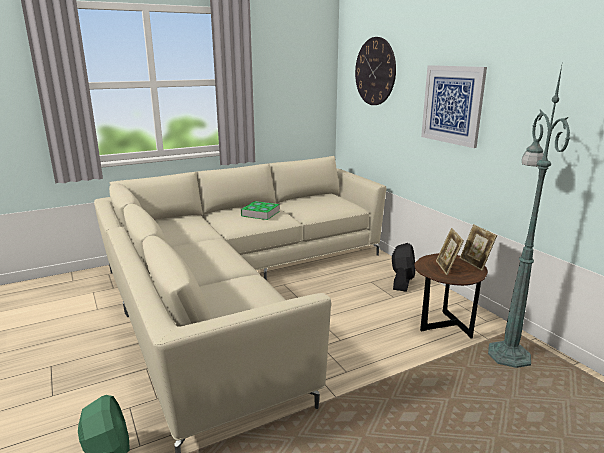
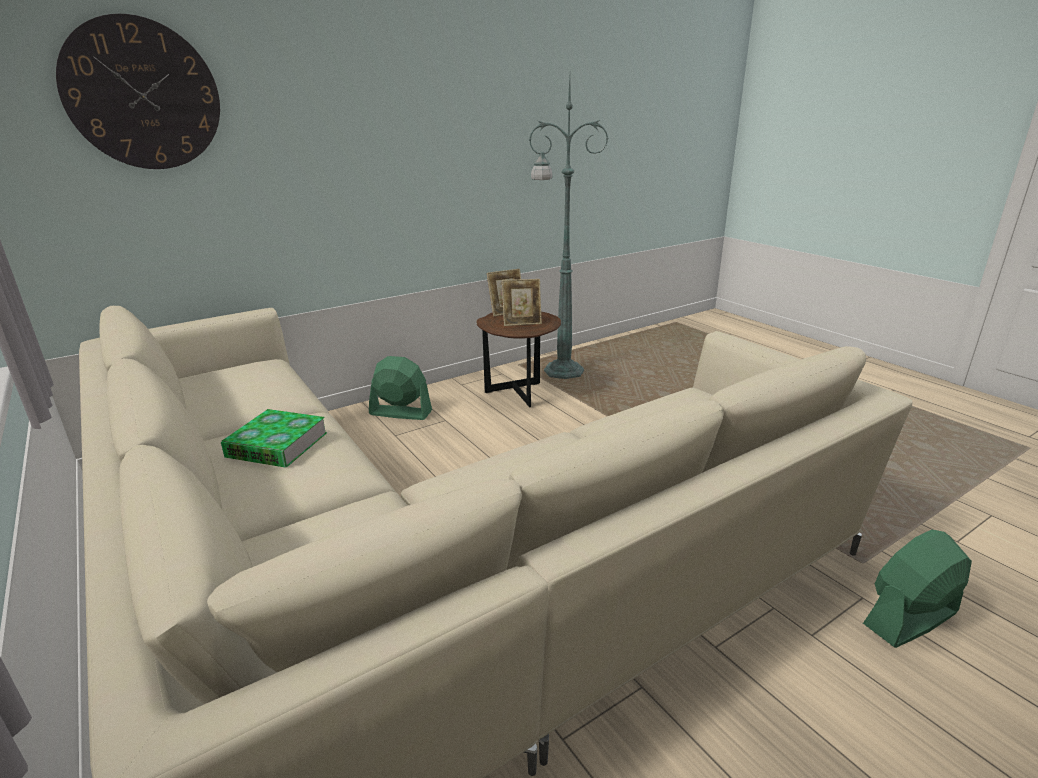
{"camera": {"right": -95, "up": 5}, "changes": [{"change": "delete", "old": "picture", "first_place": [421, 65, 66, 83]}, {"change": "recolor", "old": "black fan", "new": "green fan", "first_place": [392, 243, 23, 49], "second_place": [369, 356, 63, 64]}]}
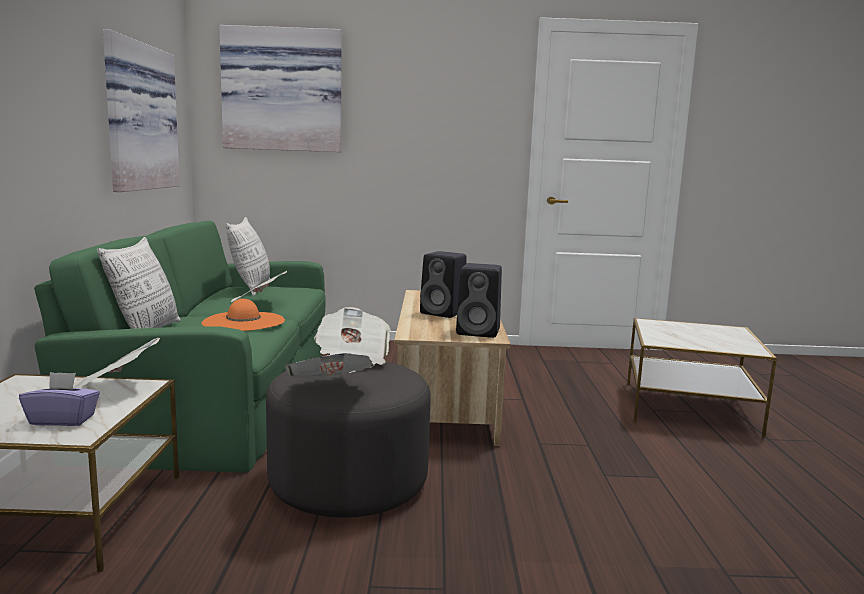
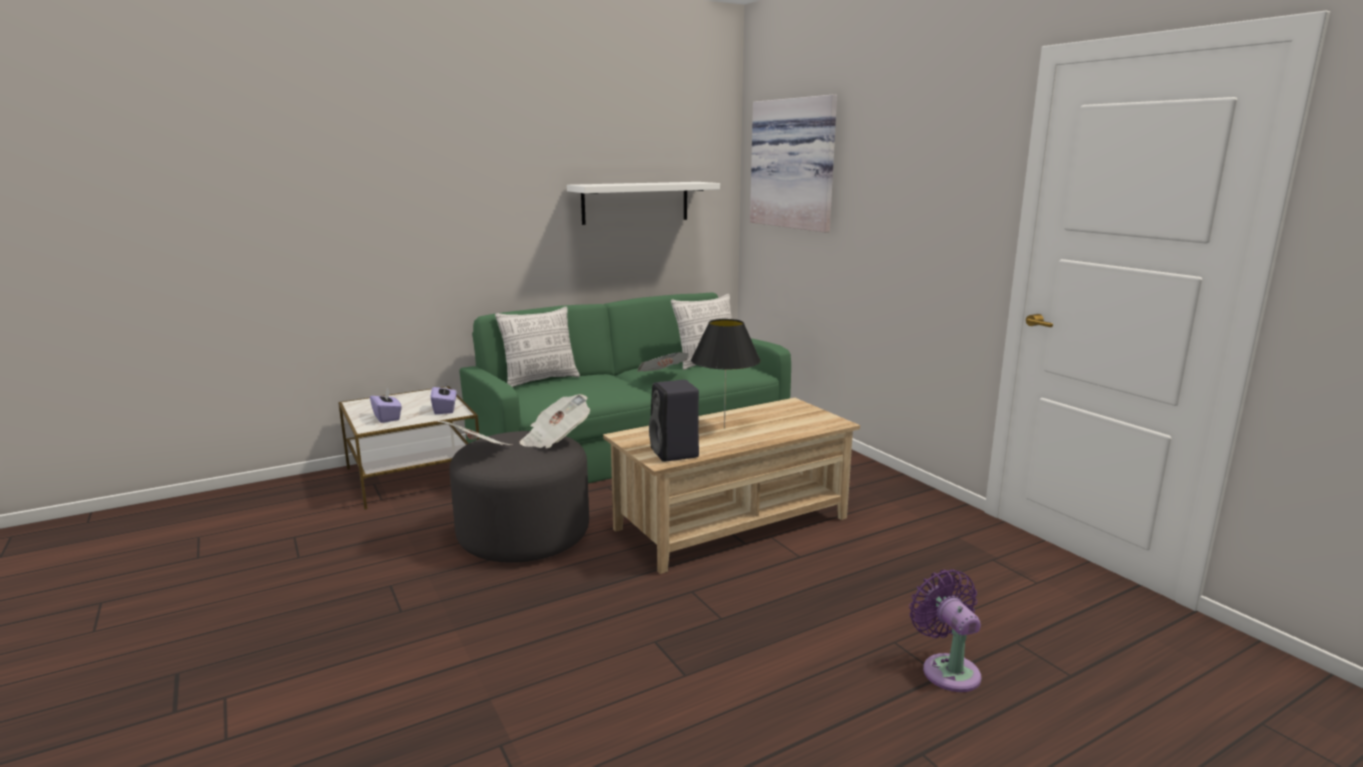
{"camera": {"right": 60, "up": 5}, "changes": [{"change": "replace", "old": "picture", "new": "white shelf", "first_place": [103, 29, 77, 163], "second_place": [567, 182, 153, 43]}, {"change": "replace", "old": "black speaker", "new": "black table lamp", "first_place": [420, 251, 47, 67], "second_place": [691, 319, 69, 110]}, {"change": "delete", "old": "orange hat", "first_place": [201, 299, 84, 32]}, {"change": "replace", "old": "side table", "new": "purple fan", "first_place": [627, 318, 150, 120], "second_place": [909, 569, 72, 123]}, {"change": "replace", "old": "newspaper", "new": "purple tissue box", "first_place": [73, 338, 87, 50], "second_place": [431, 381, 26, 33]}]}
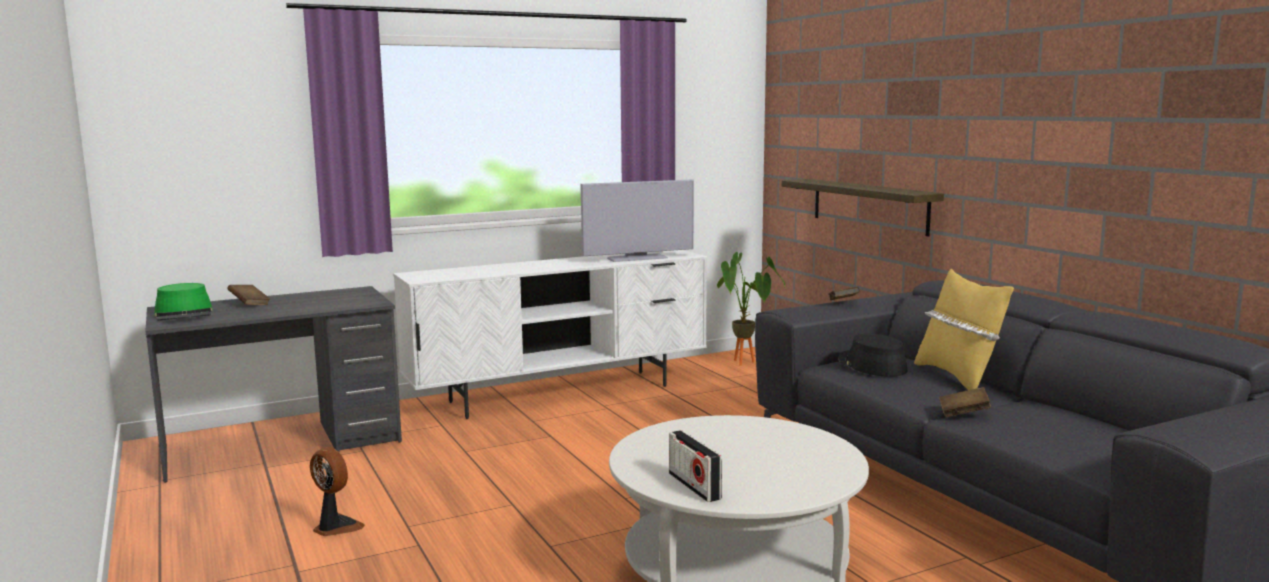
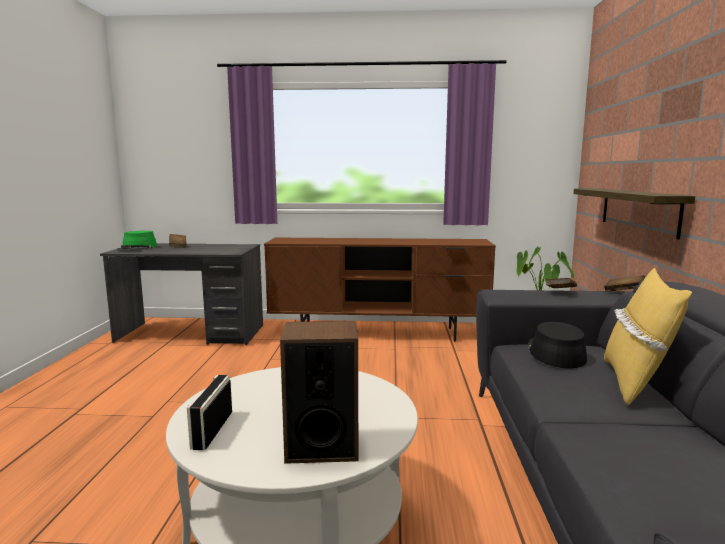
{"camera": {"right": 30, "up": 0}, "changes": [{"change": "delete", "old": "television", "first_place": [581, 179, 113, 83]}, {"change": "recolor", "old": "white tv stand", "new": "brown tv stand", "first_place": [393, 250, 314, 169], "second_place": [264, 238, 232, 103]}, {"change": "move", "old": "brown book", "first_place": [939, 387, 52, 30], "second_place": [604, 275, 41, 17]}, {"change": "delete", "old": "fan", "first_place": [310, 447, 55, 89]}, {"change": "insert", "new": "speaker", "second_place": [280, 321, 78, 143]}]}
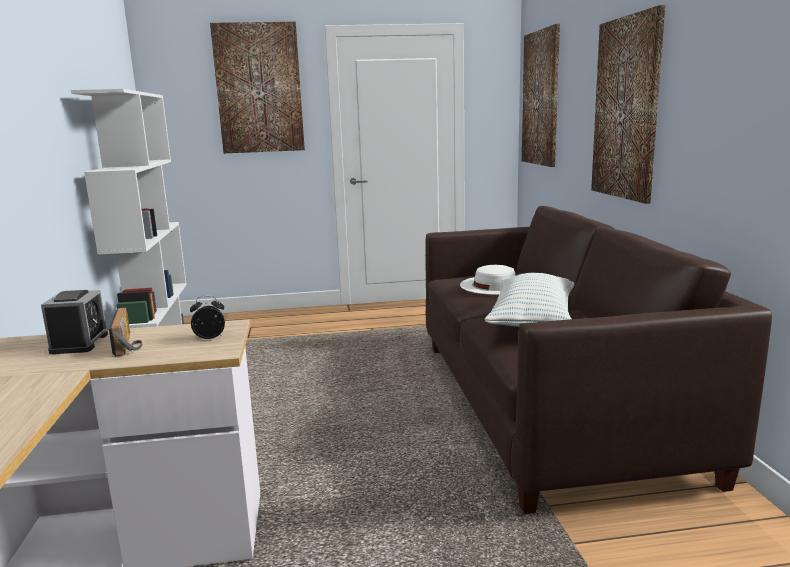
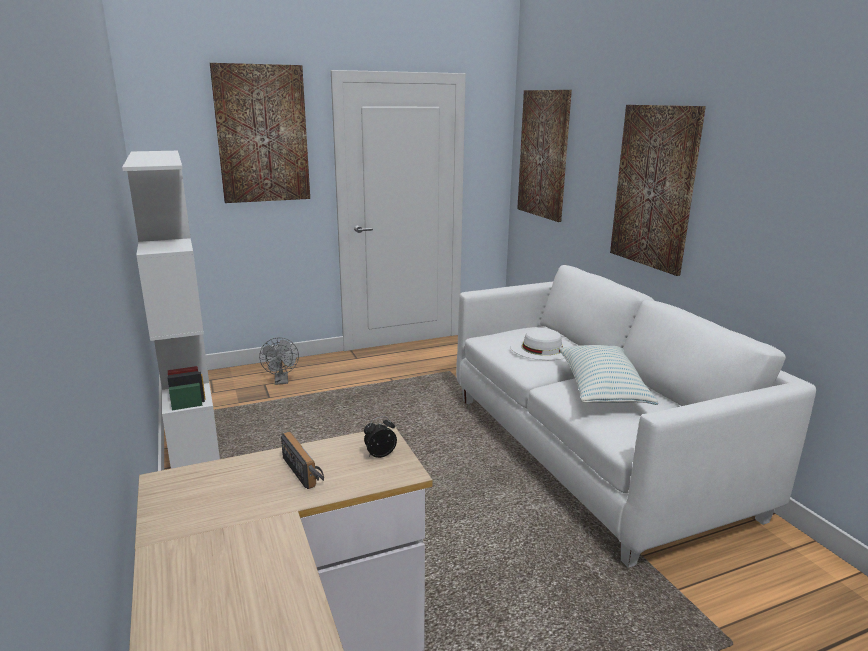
{"camera": {"right": -15, "up": 5}, "changes": [{"change": "recolor", "old": "brown sofa", "new": "white sofa", "first_place": [425, 206, 347, 308], "second_place": [456, 265, 360, 303]}, {"change": "delete", "old": "alarm clock", "first_place": [41, 290, 67, 64]}, {"change": "insert", "new": "grey fan", "second_place": [259, 337, 40, 48]}]}
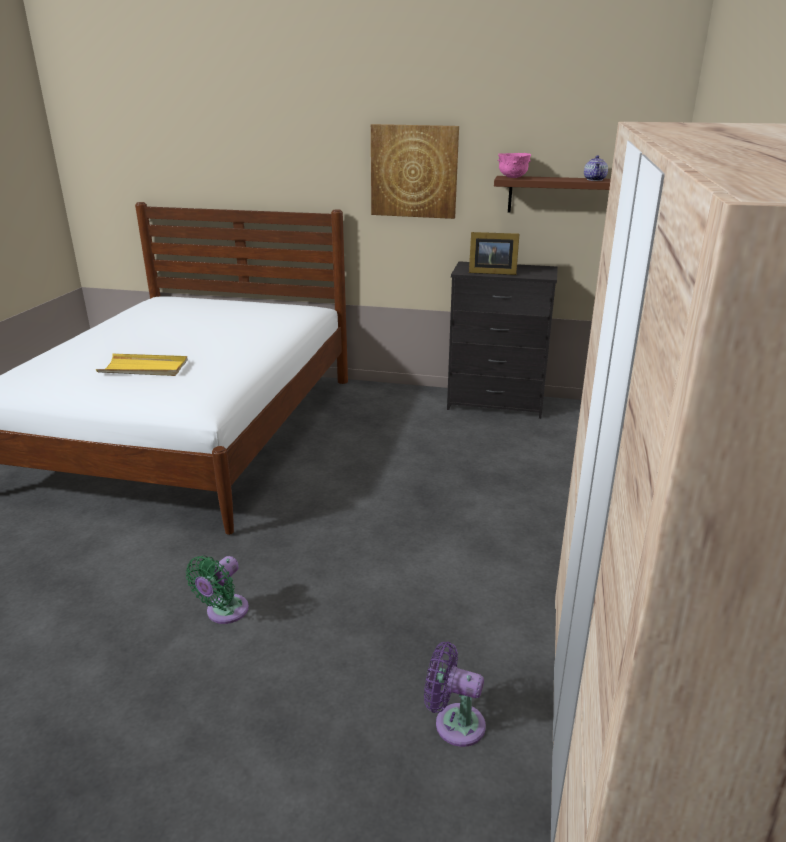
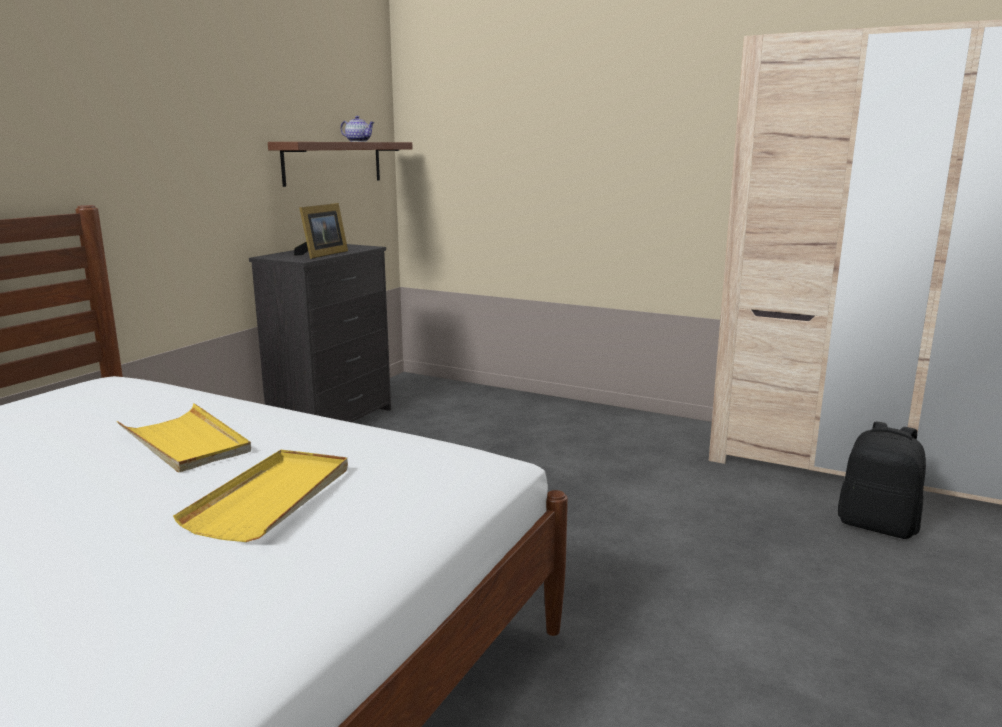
{"camera": {"right": -75, "up": -10}, "changes": [{"change": "delete", "old": "picture", "first_place": [371, 124, 88, 95]}, {"change": "delete", "old": "pink bowl", "first_place": [498, 153, 33, 25]}, {"change": "delete", "old": "green fan", "first_place": [186, 556, 63, 68]}, {"change": "replace", "old": "purple fan", "new": "black backpack", "first_place": [424, 642, 62, 105], "second_place": [838, 422, 88, 117]}, {"change": "insert", "new": "yellow tray", "second_place": [117, 403, 134, 70]}]}
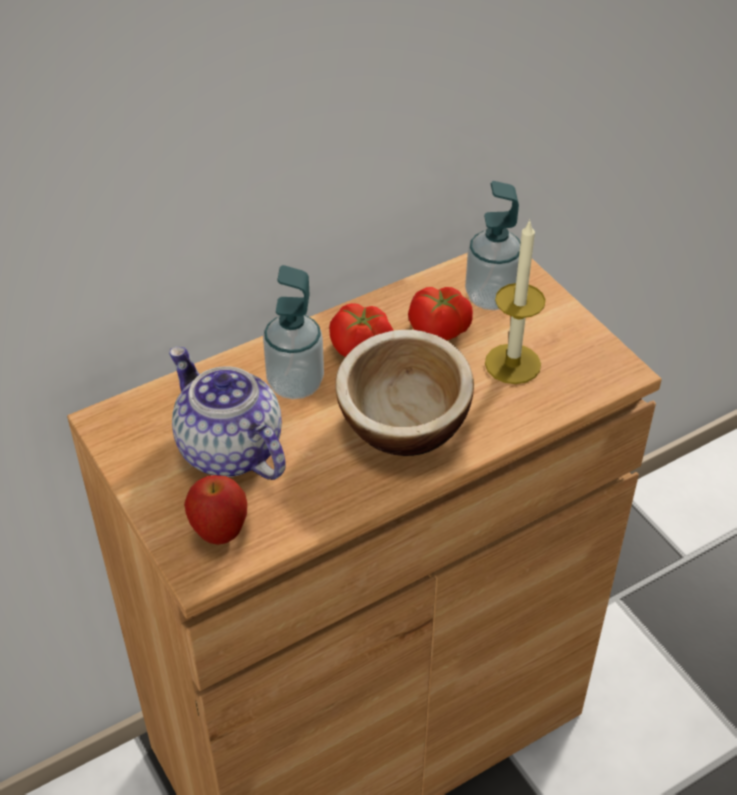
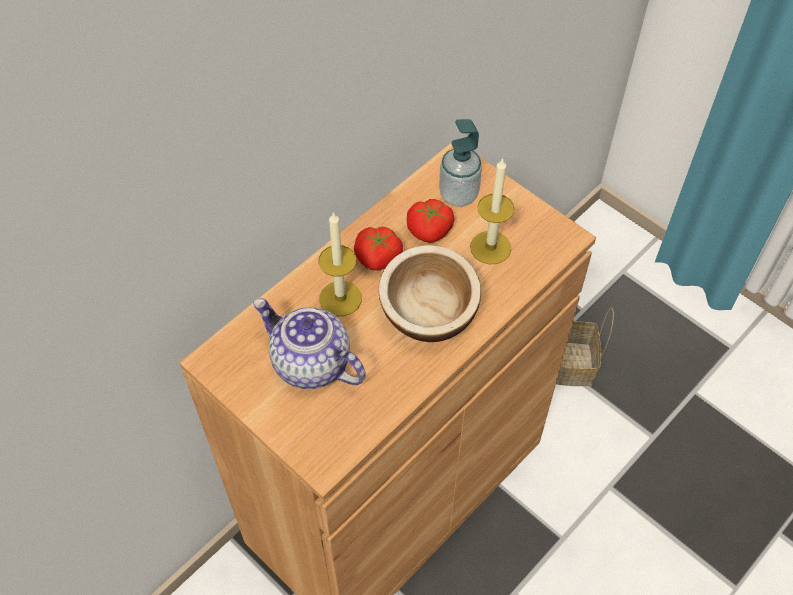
{"camera": {"right": -15, "up": 10}, "changes": [{"change": "replace", "old": "soap dispenser", "new": "candle", "first_place": [263, 265, 61, 134], "second_place": [318, 212, 44, 104]}, {"change": "delete", "old": "apple", "first_place": [184, 475, 63, 70]}, {"change": "insert", "new": "basket", "second_place": [556, 308, 58, 78]}]}
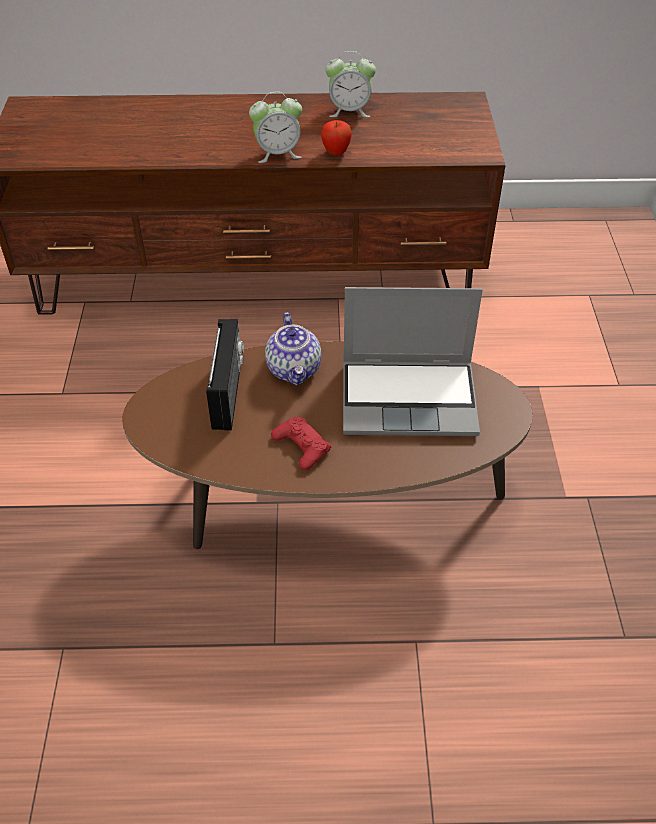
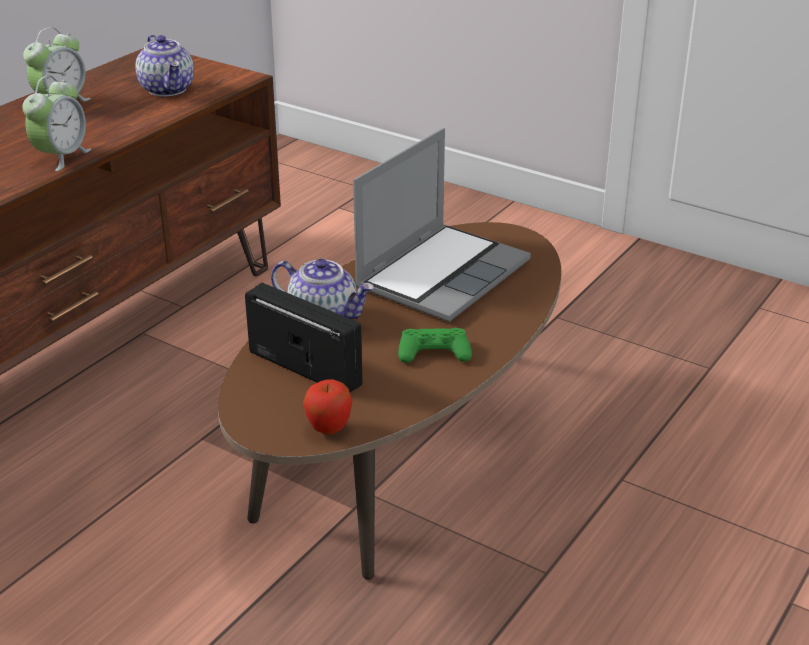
{"camera": {"right": -55, "up": -15}, "changes": [{"change": "move", "old": "apple", "first_place": [321, 120, 31, 36], "second_place": [303, 379, 49, 56]}, {"change": "recolor", "old": "red game controller", "new": "green game controller", "first_place": [271, 417, 60, 53], "second_place": [398, 328, 74, 35]}, {"change": "insert", "new": "teapot", "second_place": [136, 35, 58, 62]}]}
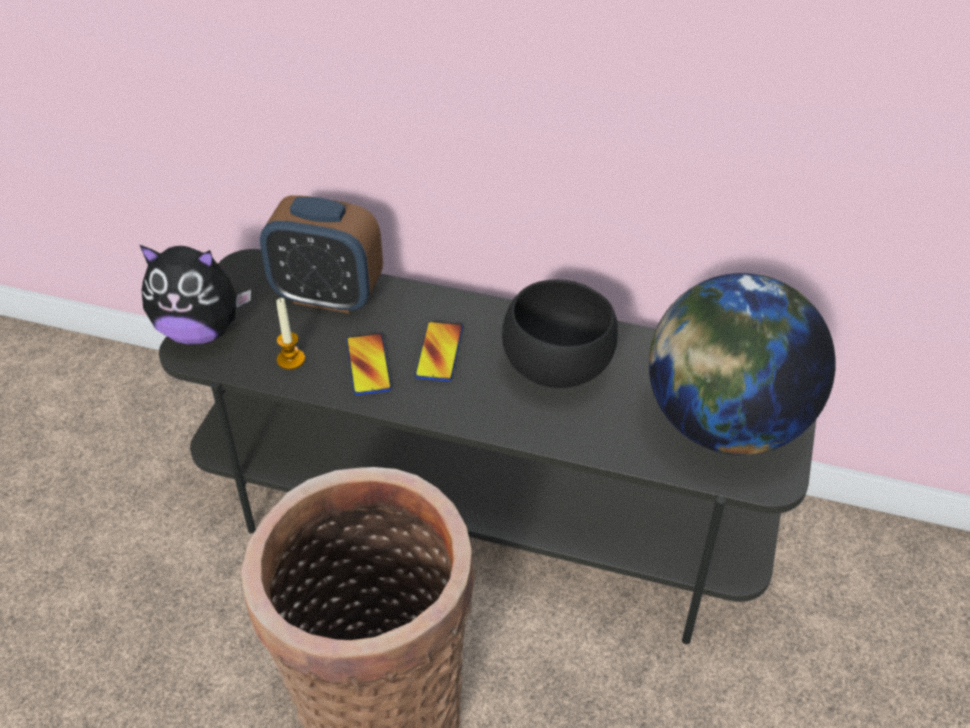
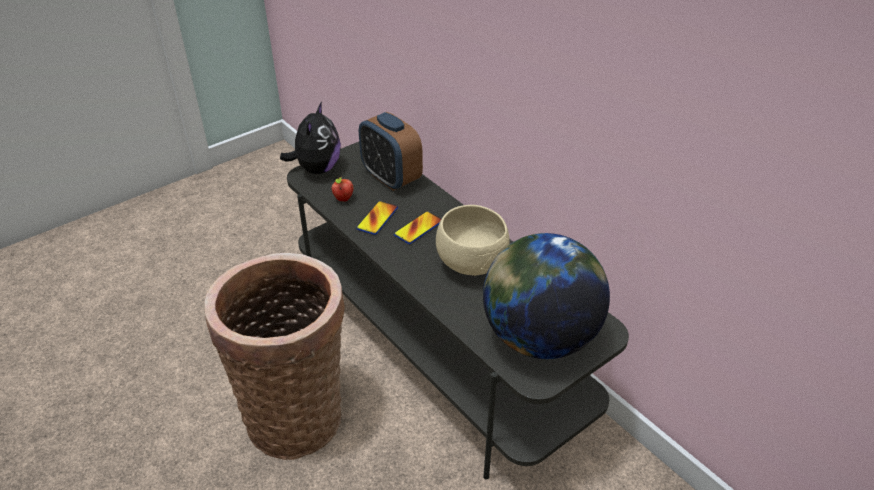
{"camera": {"right": 35, "up": -5}, "changes": [{"change": "rotate", "old": "plush toy", "first_place": [140, 245, 111, 99], "second_place": [280, 101, 61, 73], "degrees": -120}, {"change": "recolor", "old": "black bowl", "new": "beige bowl", "first_place": [502, 280, 116, 108], "second_place": [436, 205, 74, 71]}, {"change": "replace", "old": "candle", "new": "apple", "first_place": [276, 298, 29, 72], "second_place": [331, 177, 23, 25]}]}
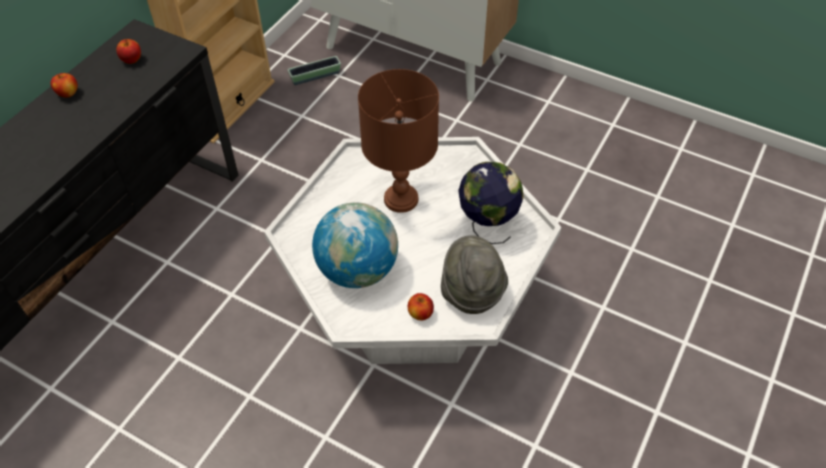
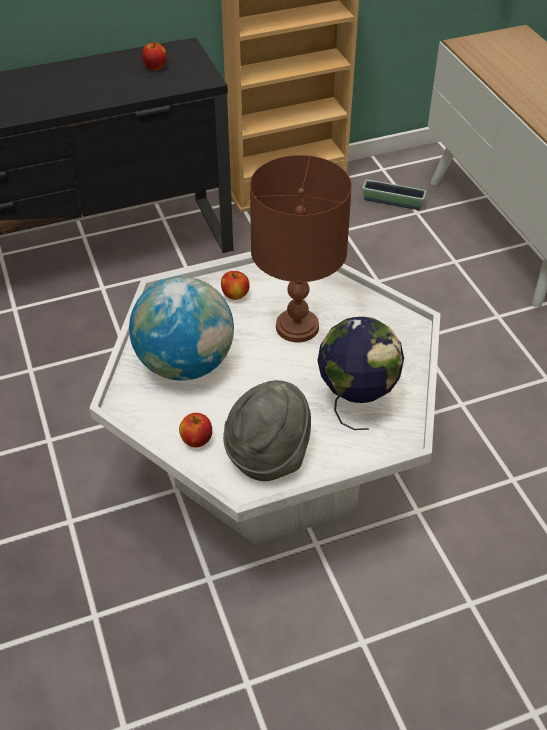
{"camera": {"right": 40, "up": -5}, "changes": [{"change": "move", "old": "apple", "first_place": [51, 73, 27, 25], "second_place": [221, 271, 29, 29]}]}
